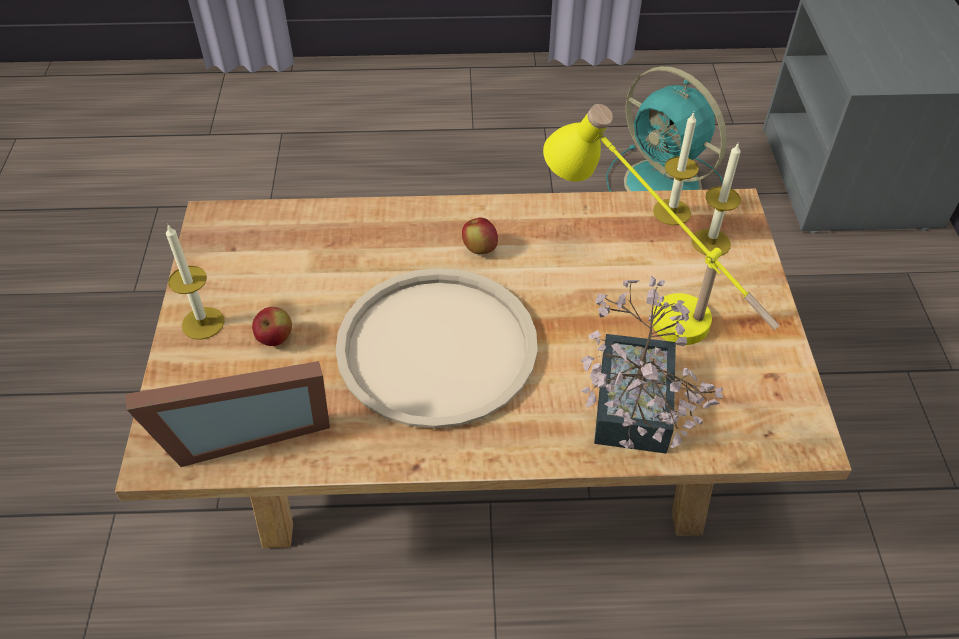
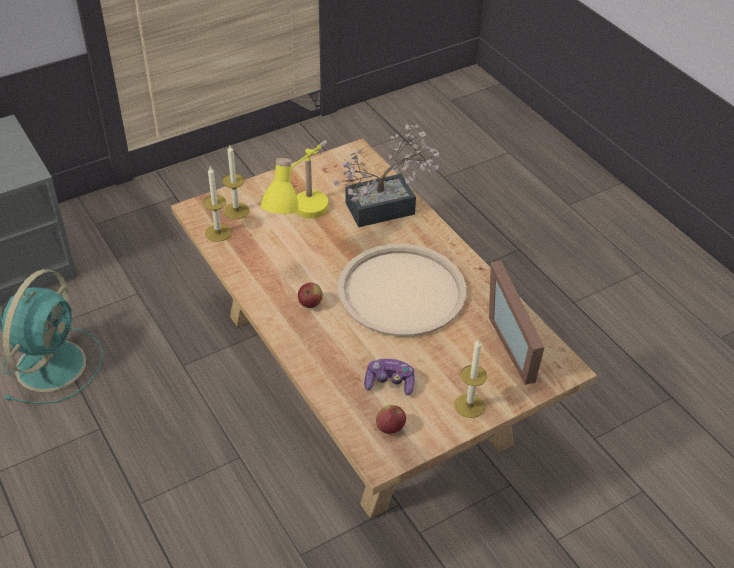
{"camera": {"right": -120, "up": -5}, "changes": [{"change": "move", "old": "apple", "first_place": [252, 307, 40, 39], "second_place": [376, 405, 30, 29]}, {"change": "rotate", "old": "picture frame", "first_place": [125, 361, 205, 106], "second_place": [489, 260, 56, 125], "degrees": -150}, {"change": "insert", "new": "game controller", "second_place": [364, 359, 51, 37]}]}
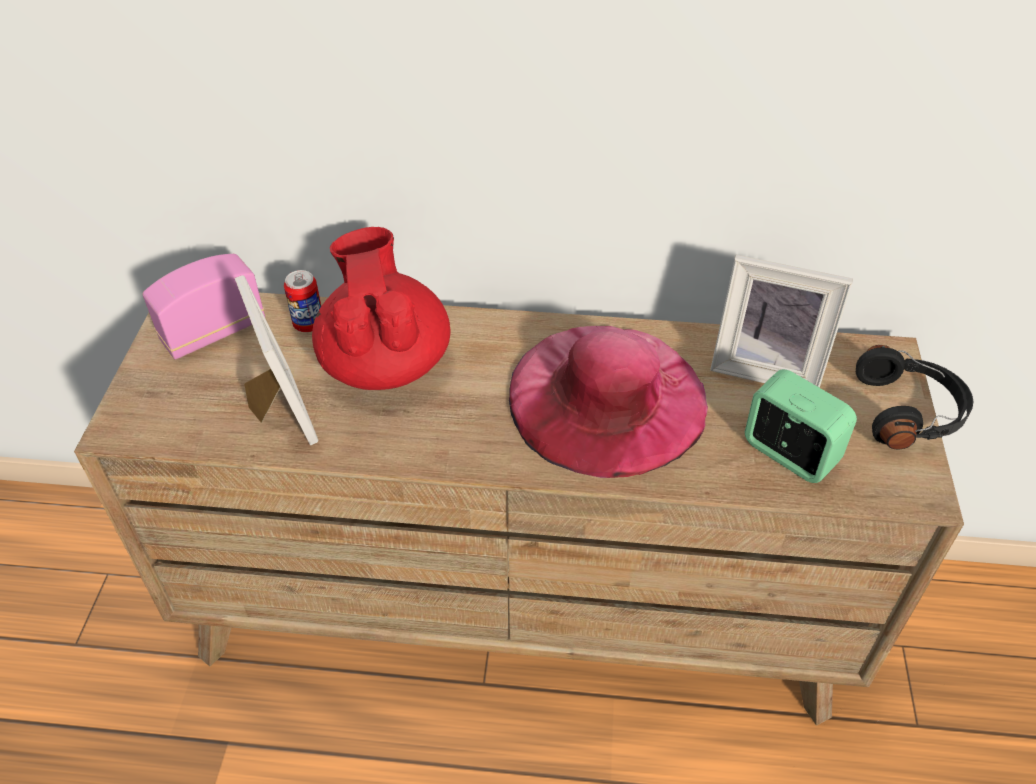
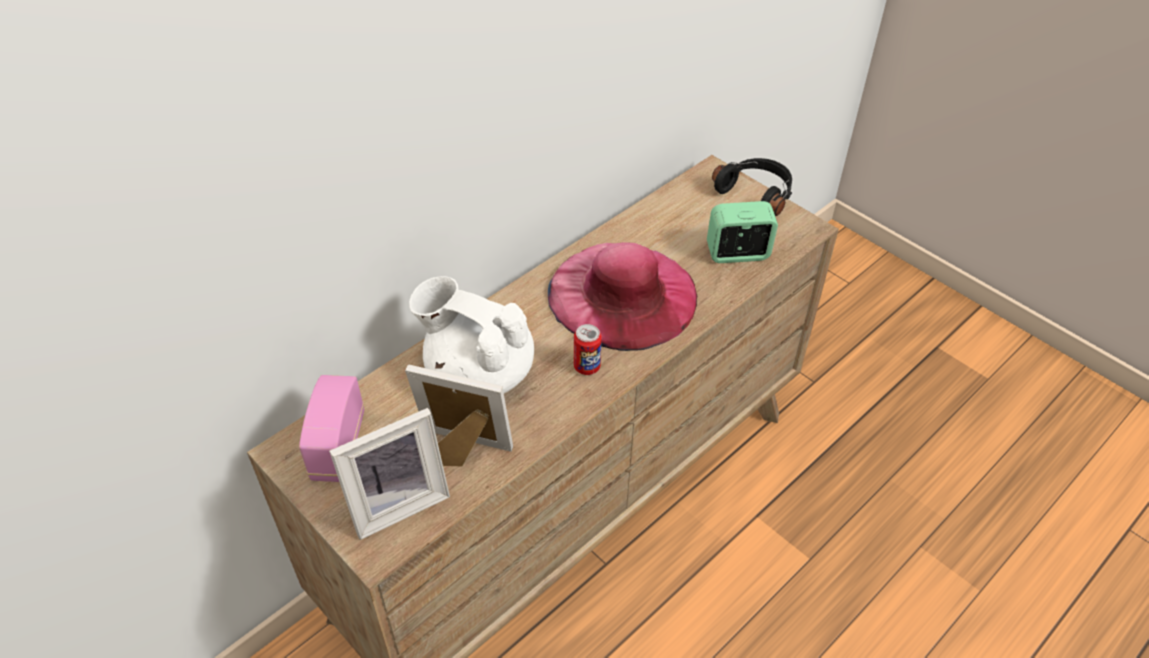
{"camera": {"right": -50, "up": 0}, "changes": [{"change": "recolor", "old": "red teapot", "new": "white teapot", "first_place": [312, 227, 139, 163], "second_place": [409, 276, 125, 117]}, {"change": "move", "old": "picture frame", "first_place": [710, 255, 143, 133], "second_place": [329, 408, 121, 132]}, {"change": "move", "old": "can", "first_place": [284, 270, 37, 62], "second_place": [574, 324, 28, 51]}]}
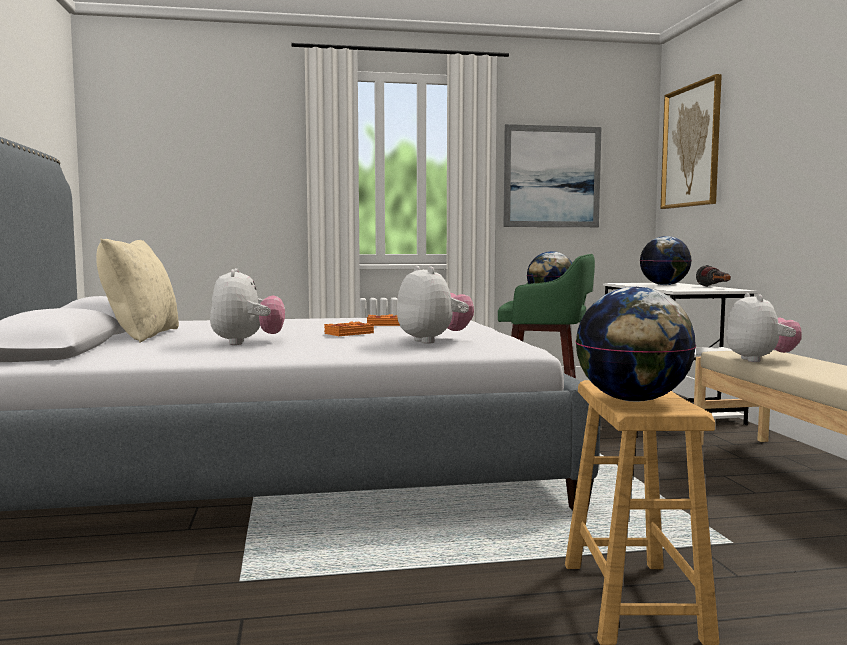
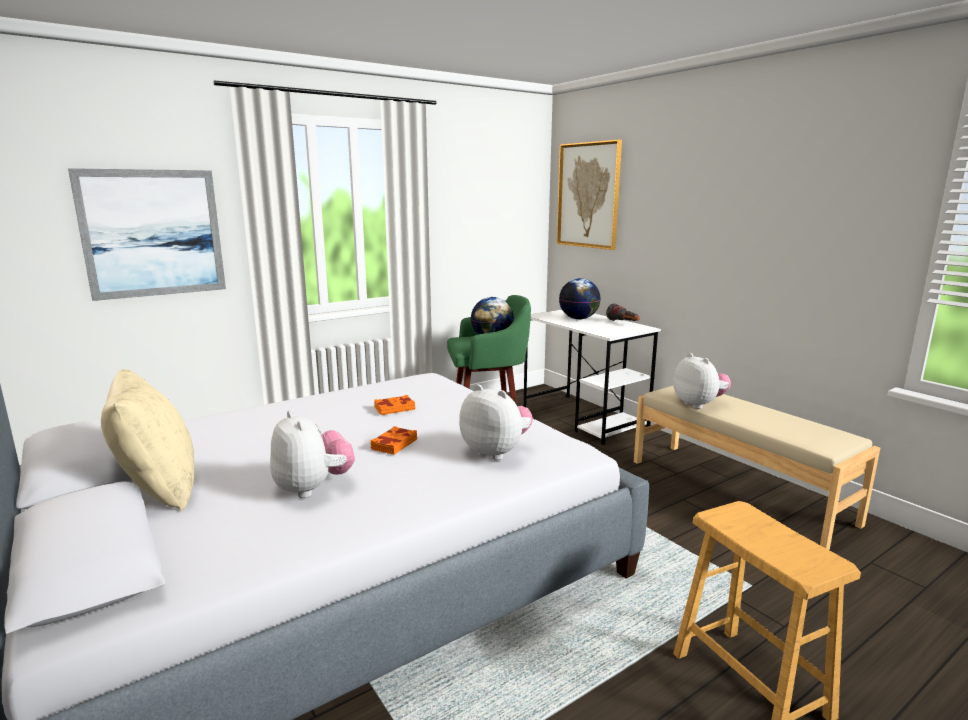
{"camera": {"right": -25, "up": 10}, "changes": [{"change": "move", "old": "picture", "first_place": [504, 124, 97, 103], "second_place": [68, 168, 158, 133]}, {"change": "delete", "old": "globe", "first_place": [576, 287, 120, 115]}]}
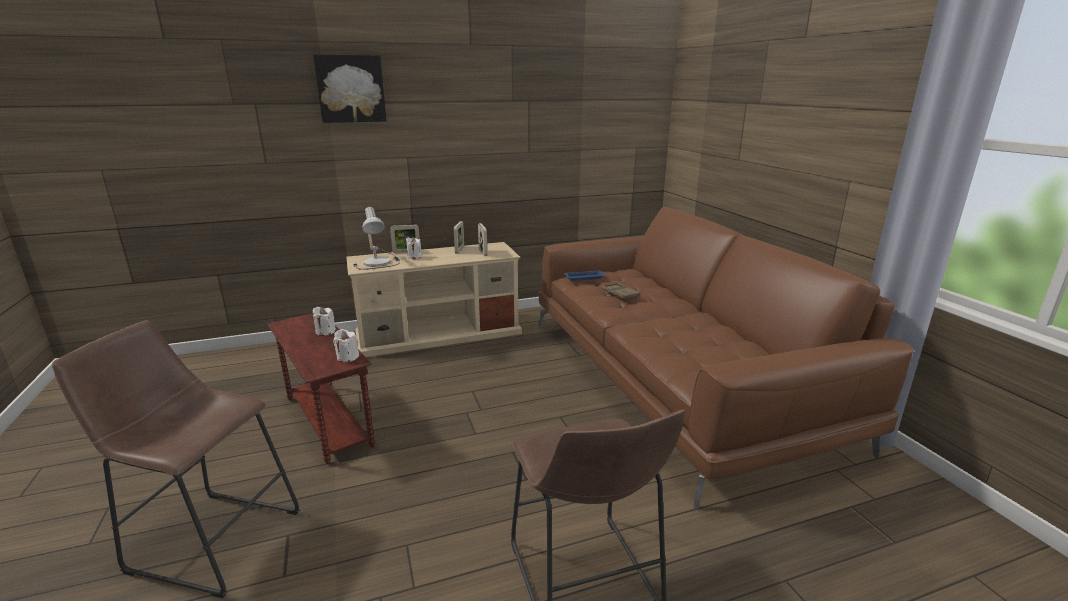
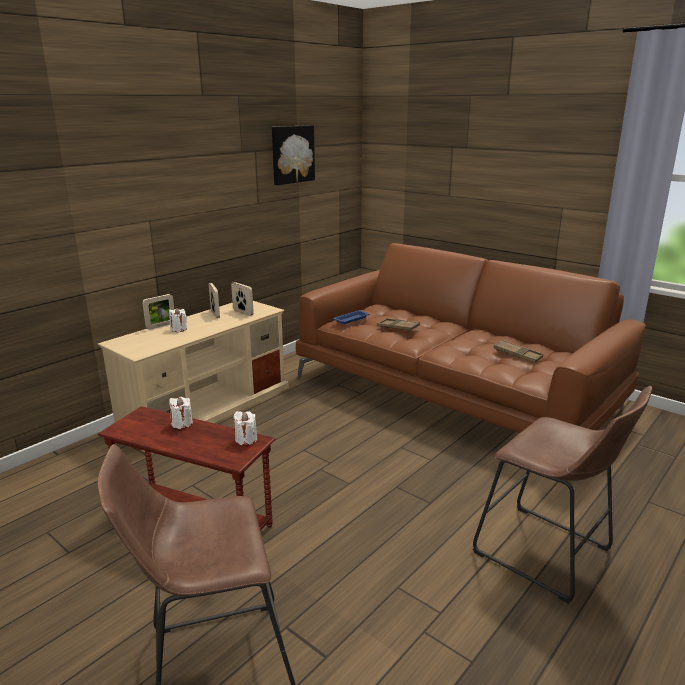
{"camera": {"right": -30, "up": 0}, "changes": [{"change": "move", "old": "picture", "first_place": [313, 54, 74, 69], "second_place": [272, 125, 43, 60]}, {"change": "delete", "old": "table lamp", "first_place": [353, 207, 47, 63]}, {"change": "insert", "new": "brown tray", "second_place": [494, 340, 49, 23]}]}
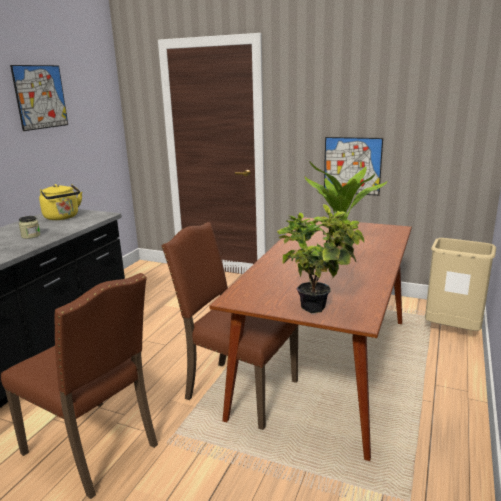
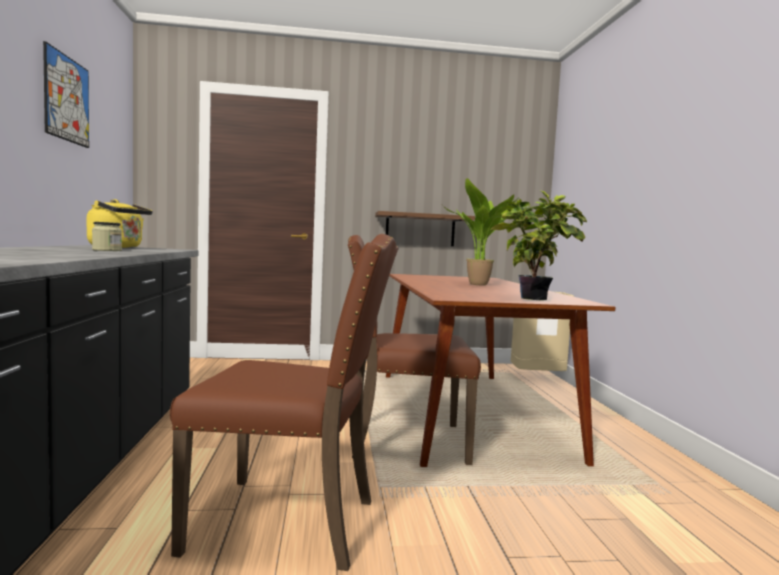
{"camera": {"right": -30, "up": -15}, "changes": [{"change": "replace", "old": "picture", "new": "shelf", "first_place": [324, 137, 59, 59], "second_place": [375, 211, 100, 35]}]}
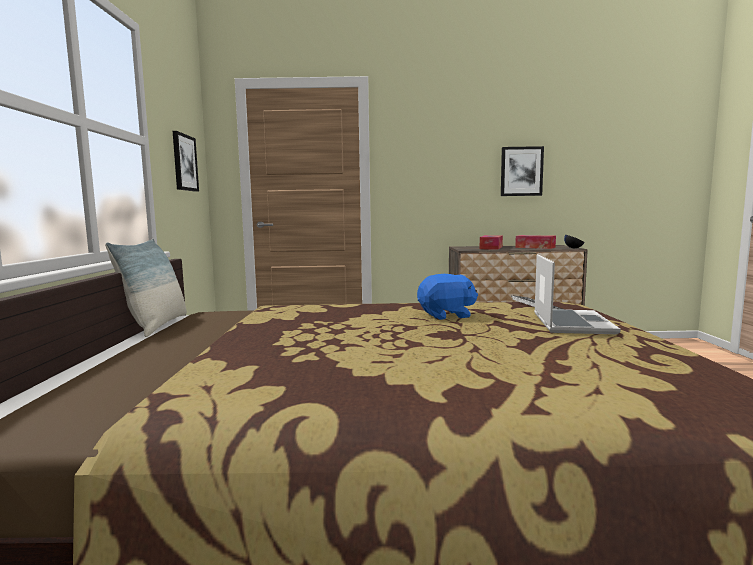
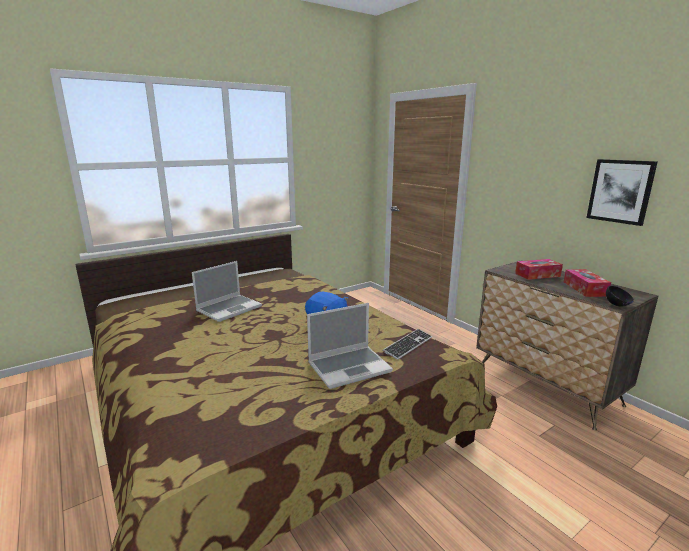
{"camera": {"right": 55, "up": 10}, "changes": [{"change": "delete", "old": "picture", "first_place": [173, 131, 26, 61]}, {"change": "delete", "old": "pillow", "first_place": [105, 239, 82, 98]}, {"change": "insert", "new": "laptop", "second_place": [192, 261, 70, 61]}]}
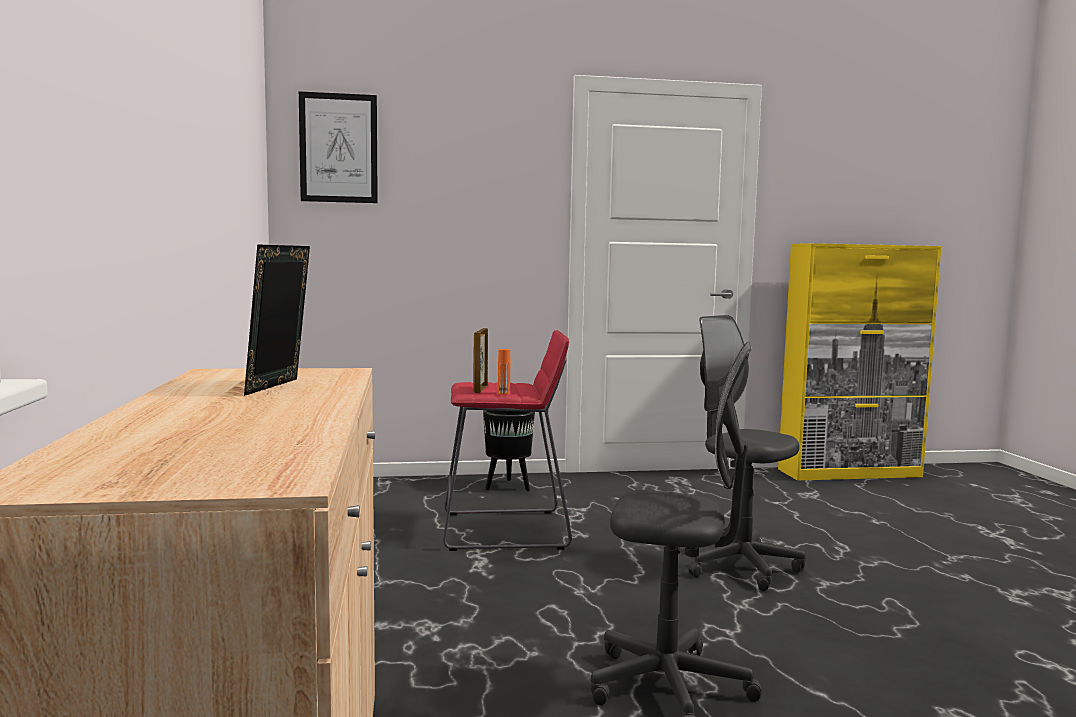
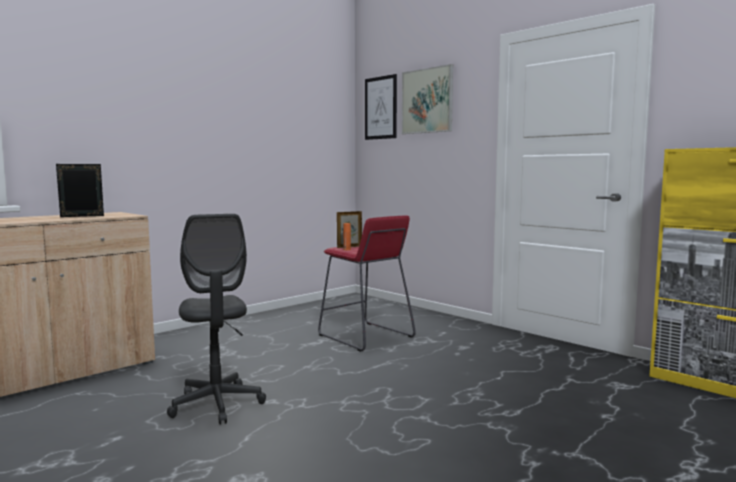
{"camera": {"right": 55, "up": 0}, "changes": [{"change": "delete", "old": "grey office chair", "first_place": [688, 315, 117, 276]}, {"change": "delete", "old": "black planter", "first_place": [483, 410, 52, 81]}, {"change": "insert", "new": "picture", "second_place": [402, 64, 51, 70]}]}
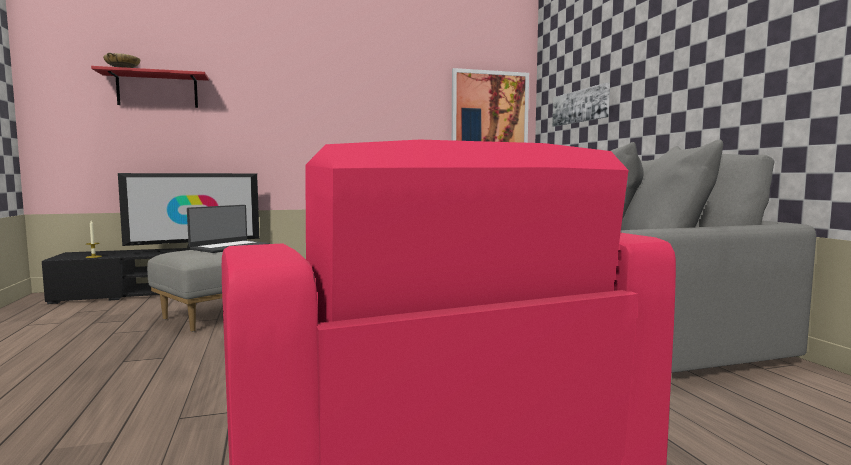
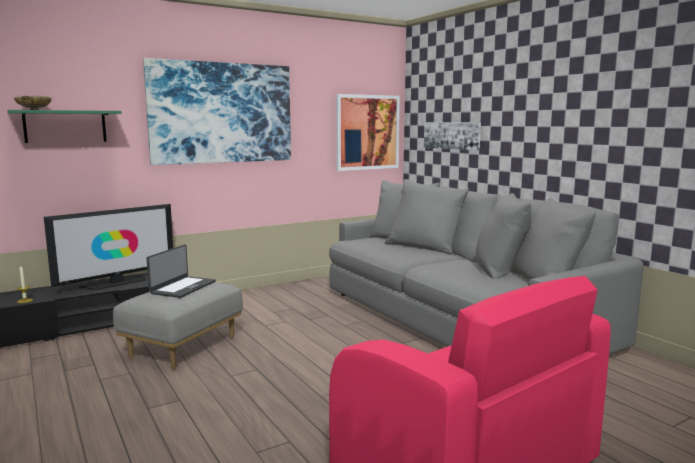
{"camera": {"right": -15, "up": 5}, "changes": [{"change": "recolor", "old": "red shelf", "new": "green shelf", "first_place": [91, 66, 118, 42], "second_place": [7, 110, 115, 33]}, {"change": "insert", "new": "picture", "second_place": [143, 58, 148, 107]}]}
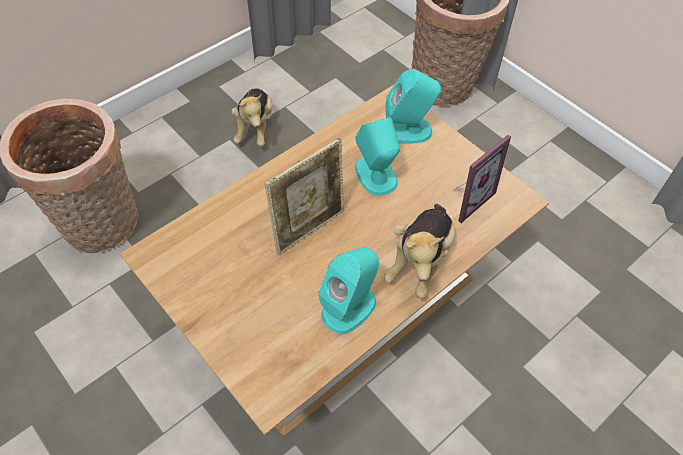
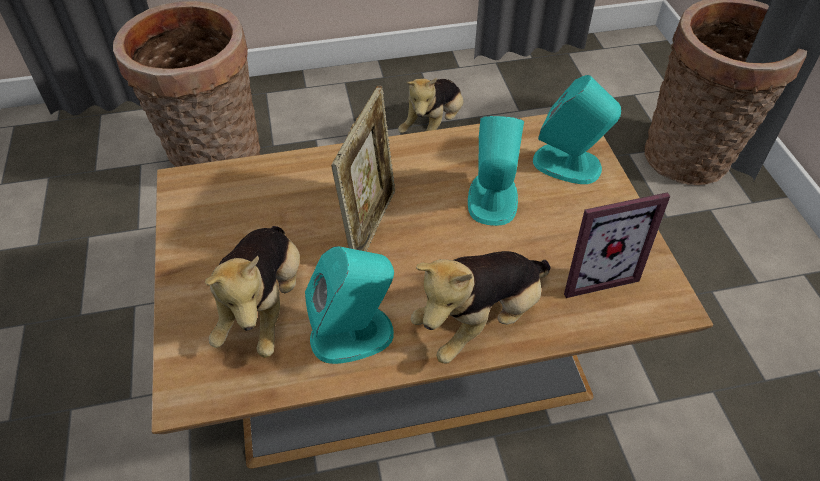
{"camera": {"right": 30, "up": -5}, "changes": [{"change": "rotate", "old": "picture frame", "first_place": [265, 138, 79, 117], "second_place": [331, 86, 65, 165], "degrees": -60}, {"change": "insert", "new": "plush toy", "second_place": [205, 226, 95, 132]}]}
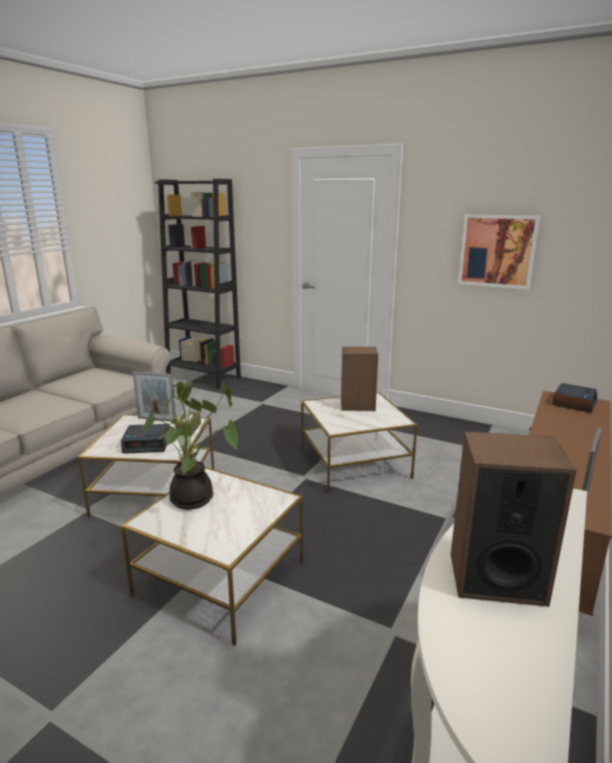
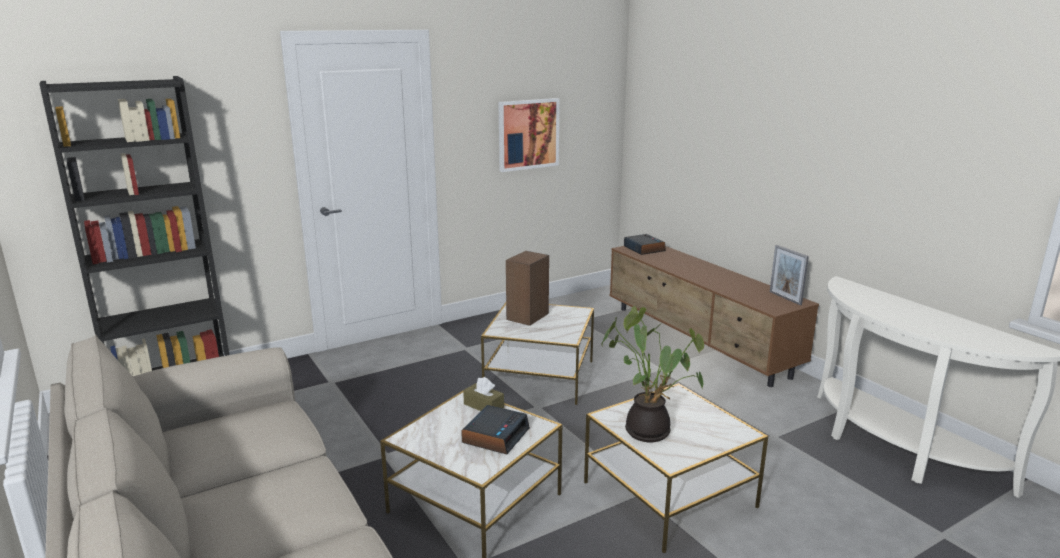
{"camera": {"right": -60, "up": 0}, "changes": [{"change": "delete", "old": "picture frame", "first_place": [133, 371, 43, 50]}, {"change": "delete", "old": "speaker", "first_place": [451, 432, 126, 175]}]}
